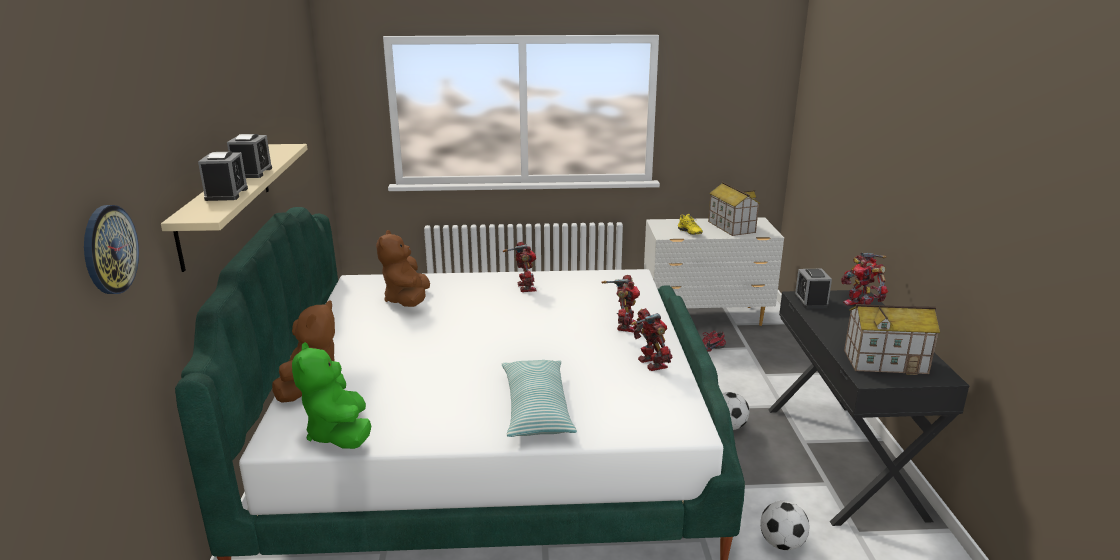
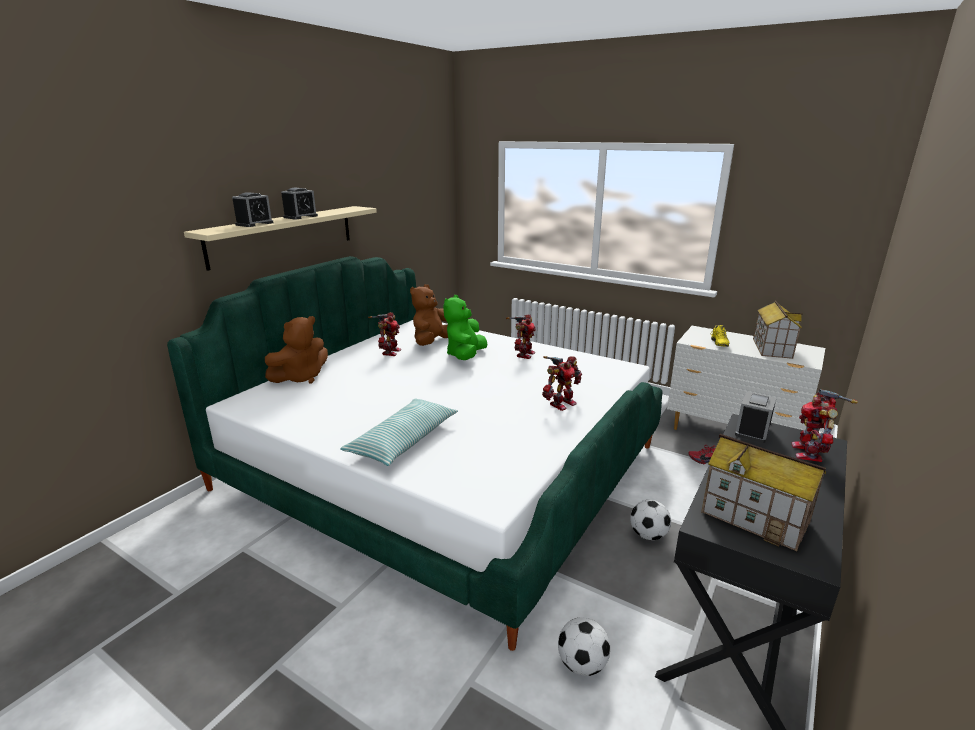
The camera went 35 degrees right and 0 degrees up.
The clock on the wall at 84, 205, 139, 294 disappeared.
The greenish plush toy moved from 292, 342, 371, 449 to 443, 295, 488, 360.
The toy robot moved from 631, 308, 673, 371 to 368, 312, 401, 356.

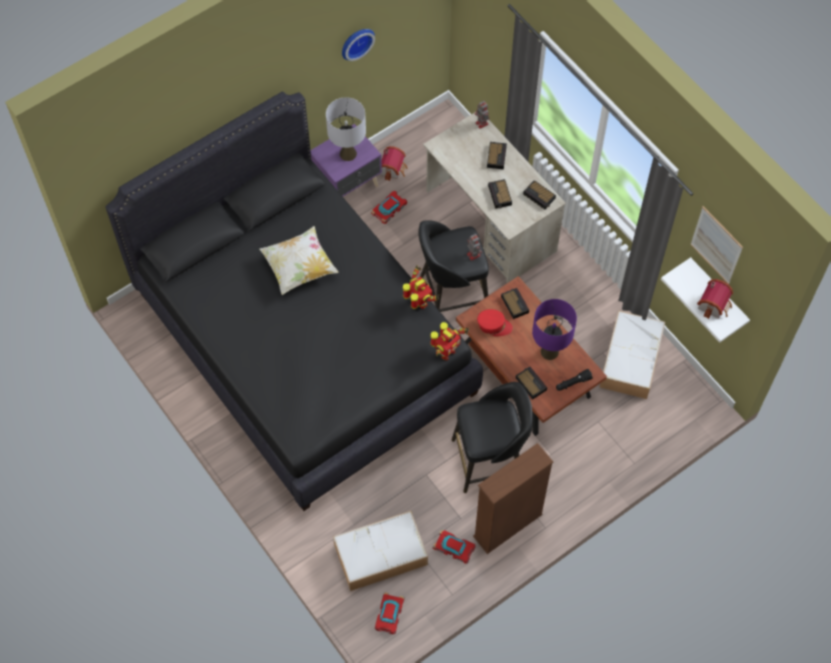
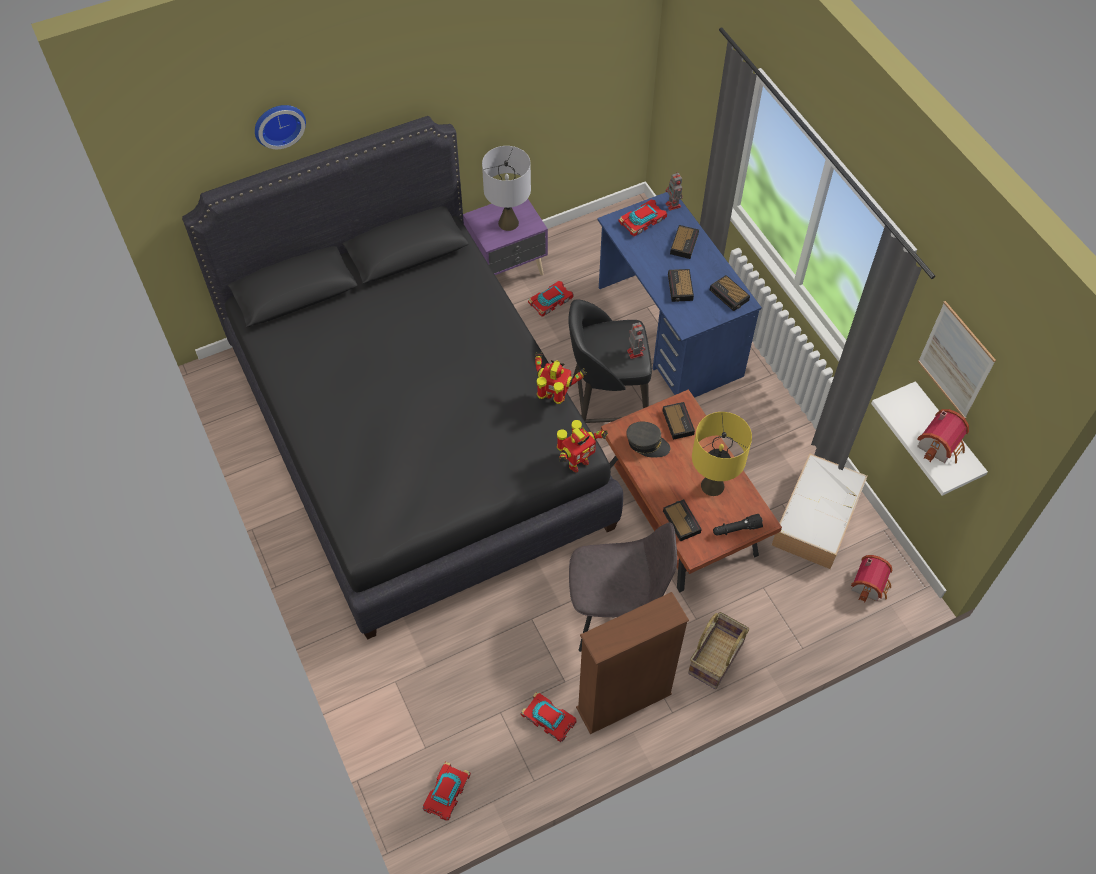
The camera went 10 degrees right and 5 degrees down.
The cushion at 259, 226, 338, 295 disappeared.
The storage container at 333, 511, 428, 591 disappeared.
The toy car at 618, 200, 667, 237 appeared.
The storage basket at 688, 612, 749, 689 appeared.
The clock on the wall moved from 342, 29, 375, 61 to 255, 105, 306, 149.
The miniature house moved from 380, 146, 408, 181 to 851, 555, 892, 602.
The black sitting stool at 452, 382, 533, 493 was replaced by the grey upright chair at 569, 522, 677, 652.
The beige-coloured desk unit at 423, 112, 566, 283 became the blue-coloured desk unit at 597, 192, 762, 398.
The reddish cap at 477, 309, 513, 336 became the grey cap at 626, 422, 670, 457.
The purple-coloured tabletop lamp at 532, 299, 577, 360 became the yellow-coloured tabletop lamp at 692, 412, 752, 496.
The toy robot at 403, 265, 439, 309 turned 45 degrees counterclockwise.

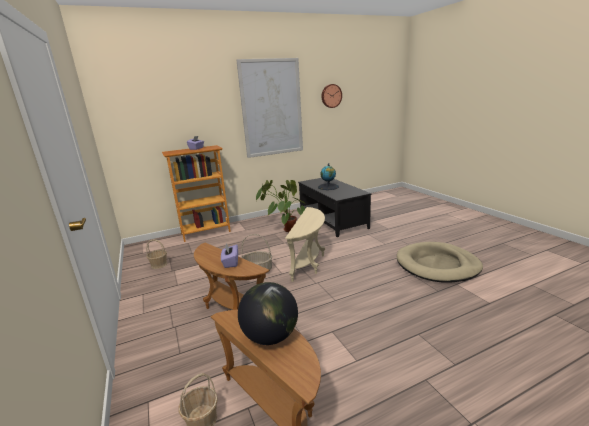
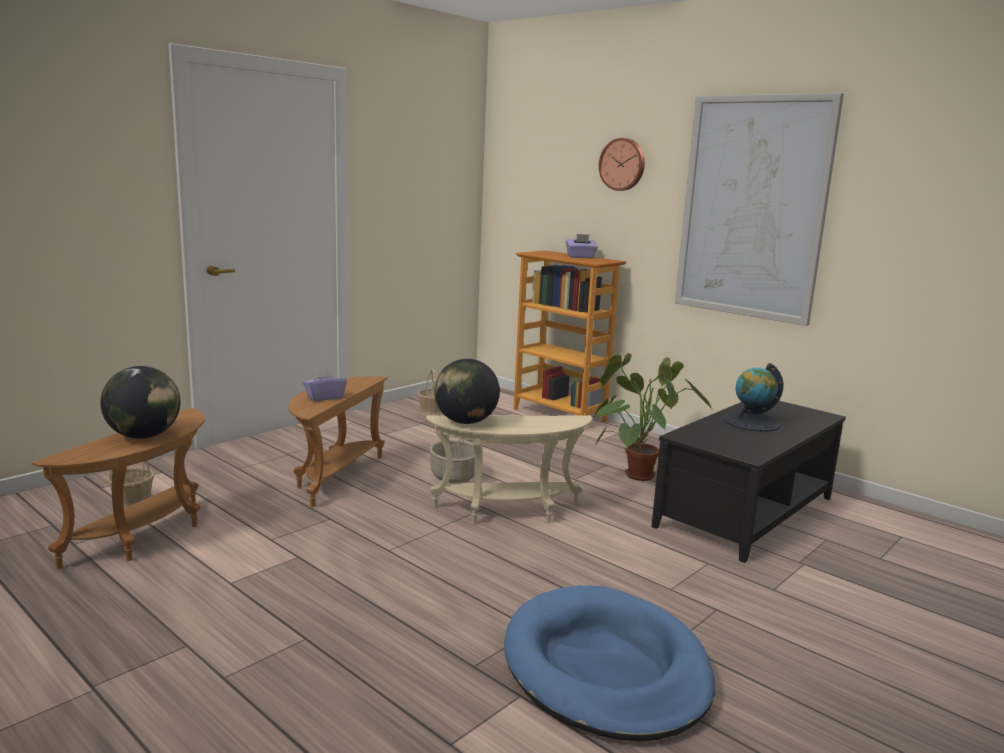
The camera went 65 degrees right and 5 degrees down.
The world globe at 434, 359, 500, 424 appeared.
The clock on the wall moved from 322, 84, 342, 108 to 599, 138, 645, 191.
The beige-coloured dog cushion at 397, 242, 483, 283 became the blue-coloured dog cushion at 504, 585, 715, 741.

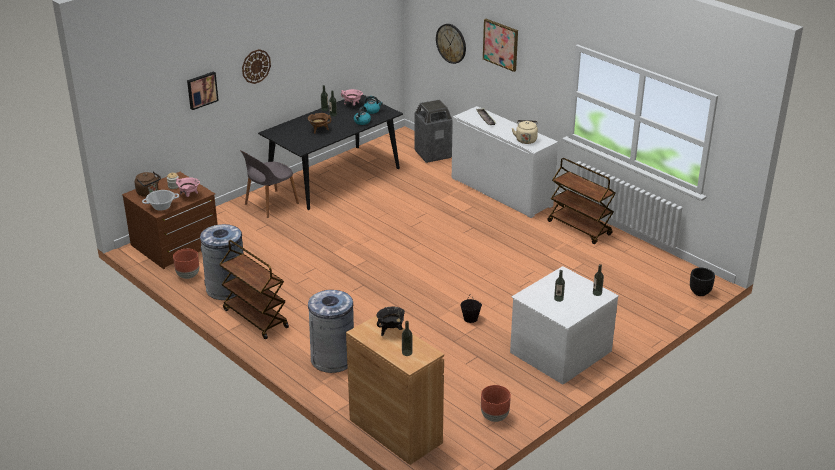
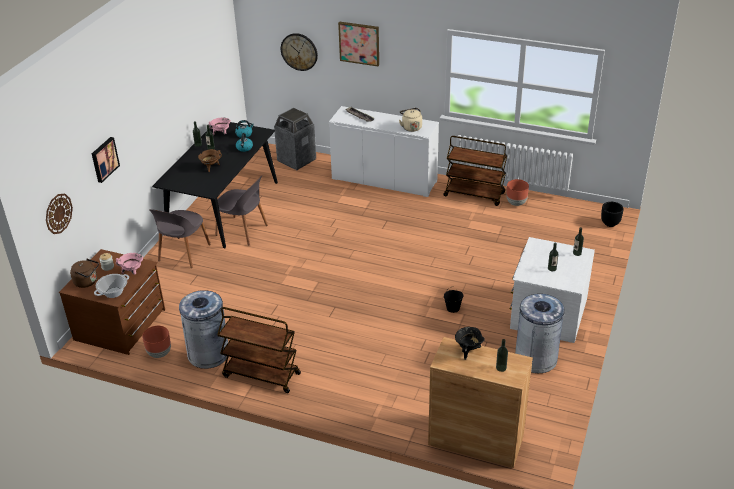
The camera went 25 degrees left and 5 degrees up.
The grey upright chair at 215, 175, 268, 245 appeared.
The clock on the wall moved from 242, 49, 271, 84 to 46, 194, 73, 234.
The grey waste bin moved from 308, 290, 354, 373 to 515, 294, 565, 373.
The brownish planter moved from 481, 385, 511, 422 to 506, 179, 529, 206.

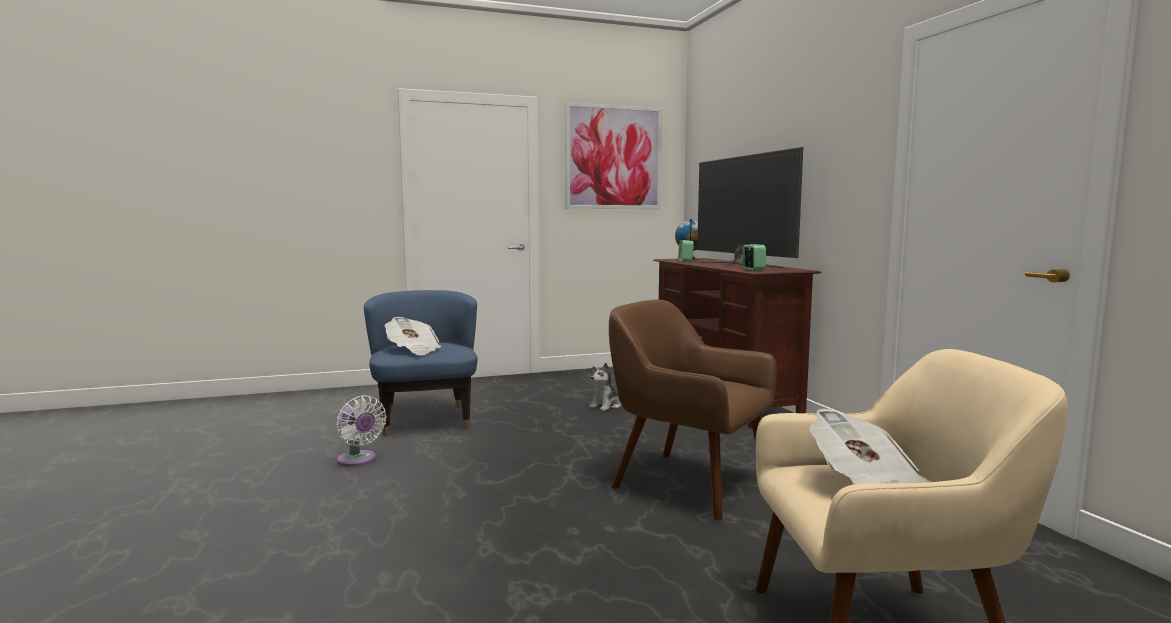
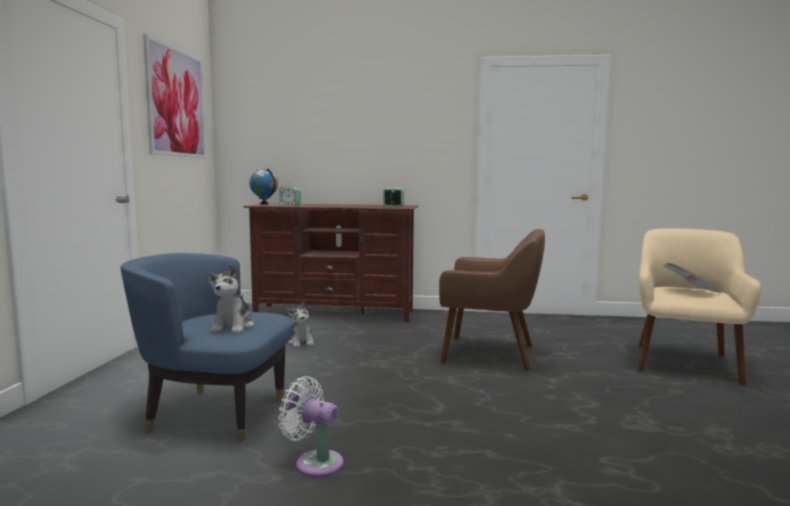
The camera went 65 degrees left and 0 degrees up.
The TV at 697, 147, 803, 268 disappeared.
The newspaper at 384, 317, 441, 355 was replaced by the plush toy at 207, 264, 254, 333.
The white fan at 336, 395, 387, 466 turned 135 degrees counterclockwise.
The brownish lounge chair at 609, 300, 777, 521 turned 135 degrees counterclockwise.

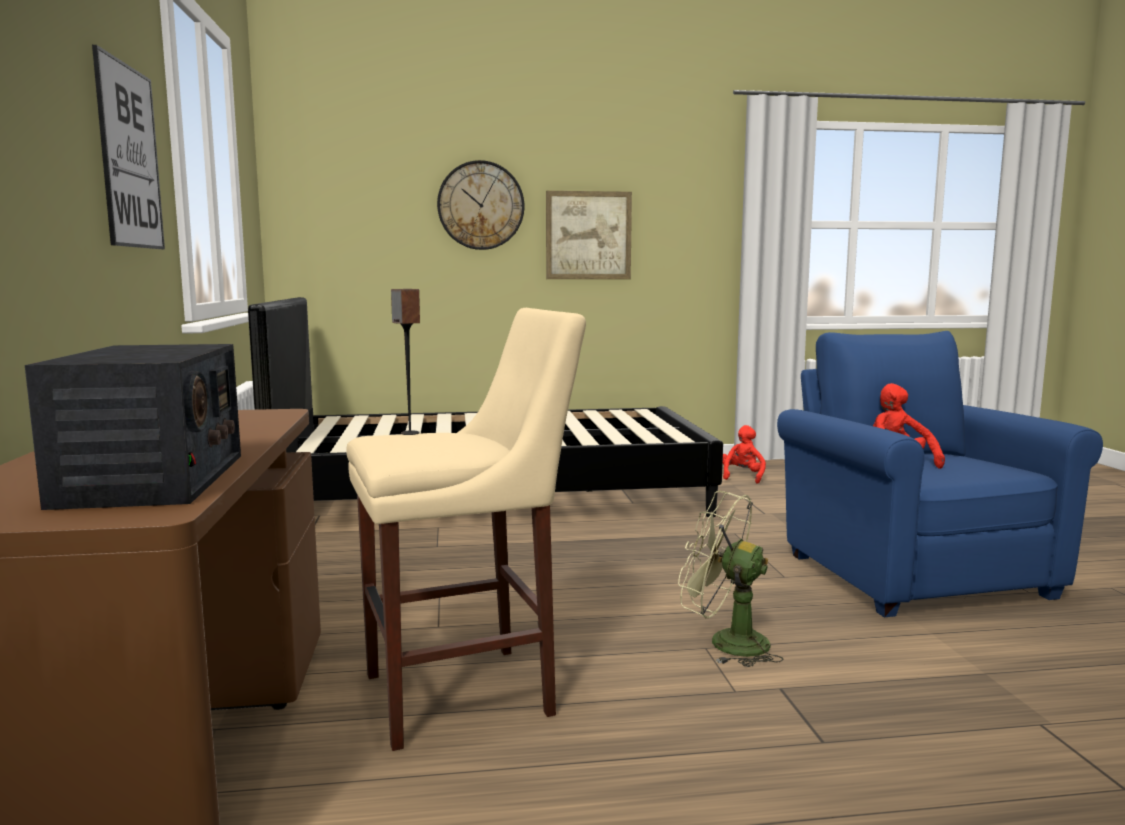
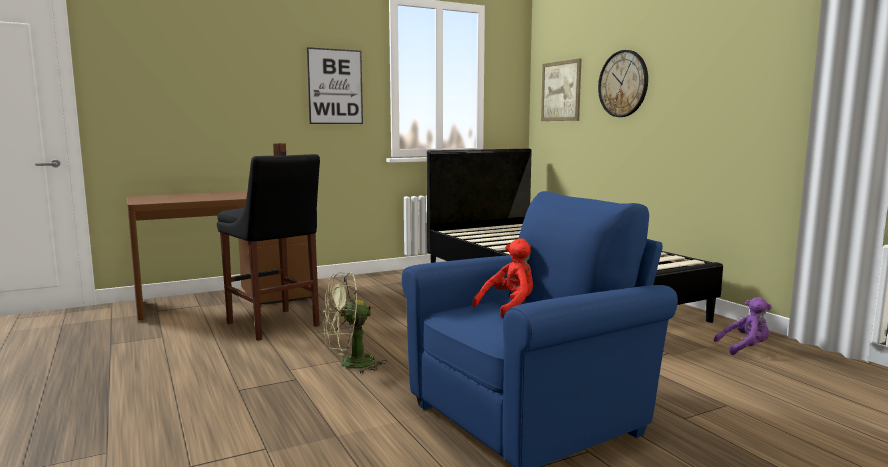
The camera went 70 degrees right and 0 degrees up.
The radio at 25, 344, 241, 510 disappeared.
The picture moved from 546, 191, 632, 279 to 541, 58, 581, 121.
The beige-coloured sitting stool at 346, 308, 586, 751 became the black sitting stool at 217, 154, 320, 341.
The reddish plush toy at 723, 425, 766, 484 became the purple-coloured plush toy at 714, 297, 772, 355.
The greenish fan at 678, 491, 783, 667 turned 120 degrees counterclockwise.

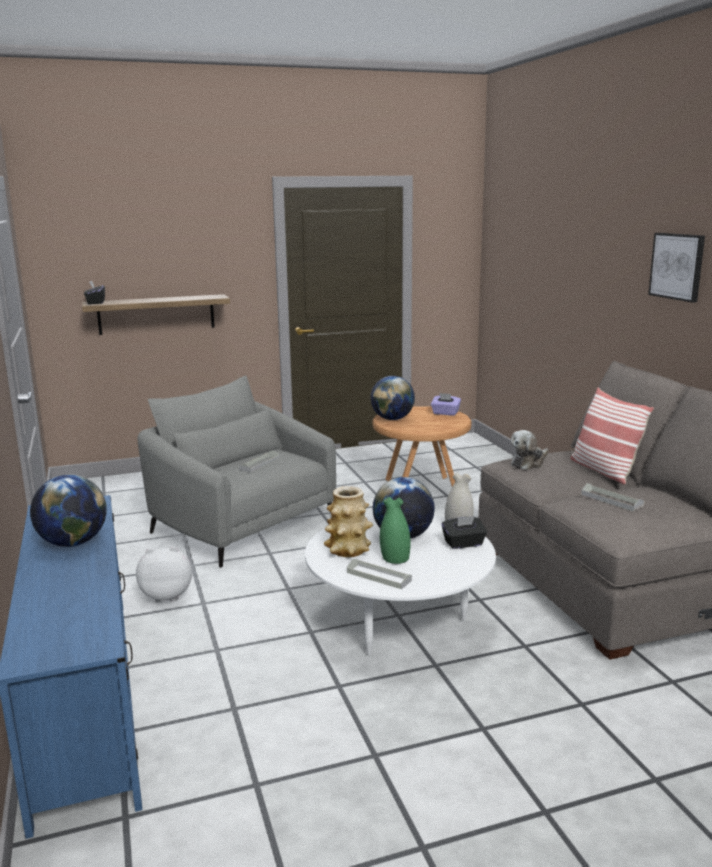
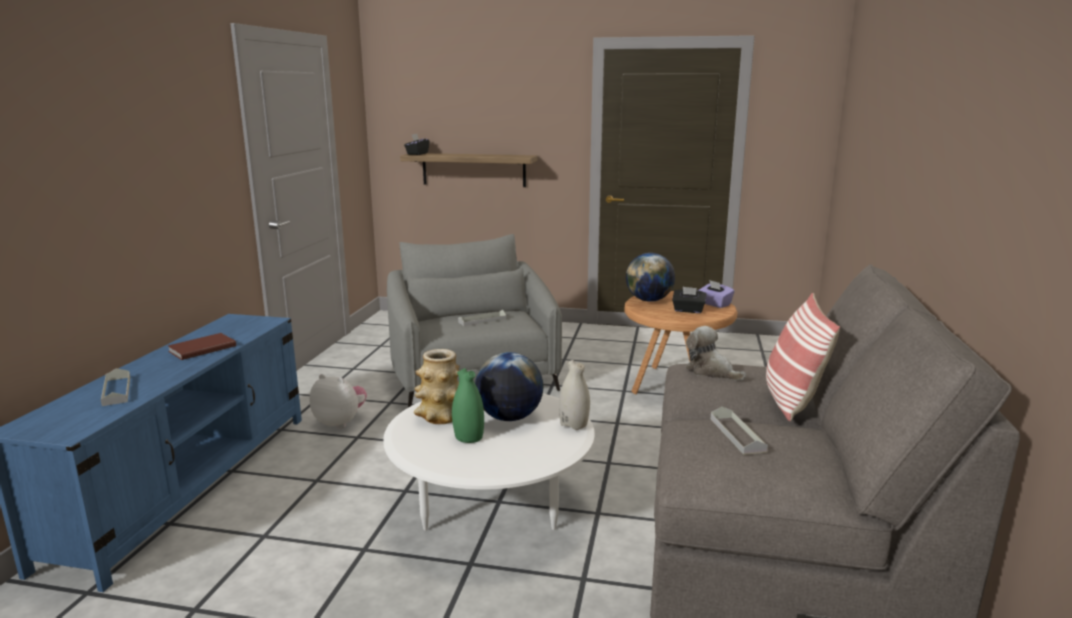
The camera went 30 degrees right and 0 degrees up.
The picture at 648, 233, 705, 303 disappeared.
The grey tray moved from 347, 559, 412, 589 to 100, 368, 130, 406.
The black box of tissues moved from 442, 516, 487, 549 to 672, 287, 707, 313.
The world globe at 30, 475, 106, 547 was replaced by the brownish book at 168, 333, 236, 360.
The plush toy at 510, 430, 549, 470 turned 60 degrees clockwise.

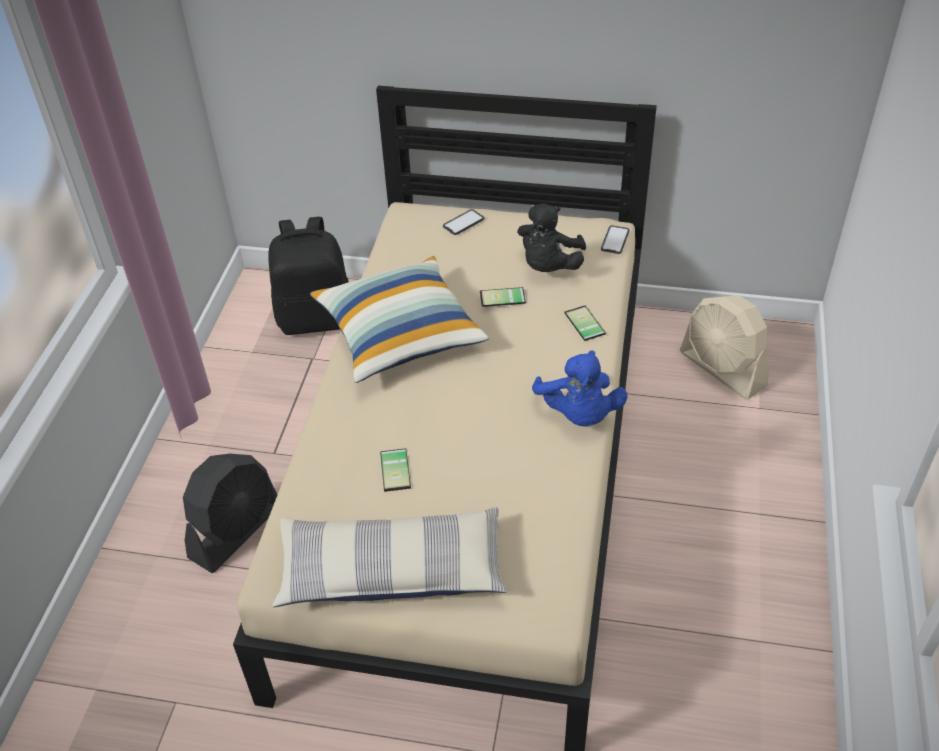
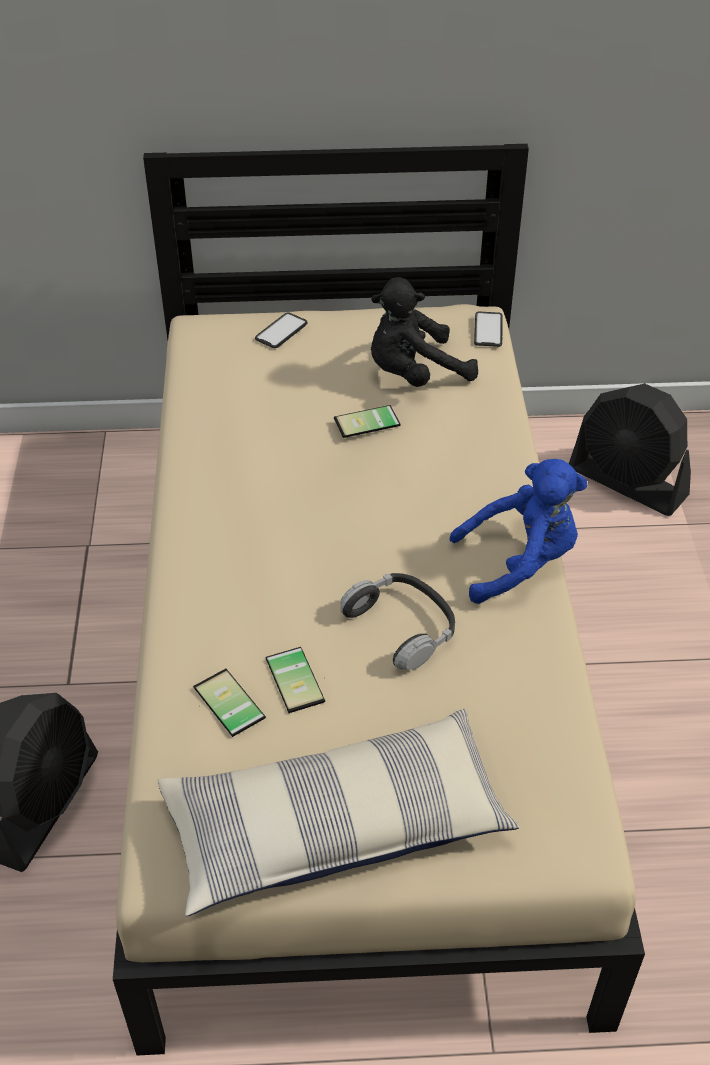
The camera went 15 degrees left and 0 degrees up.
The black rucksack at 268, 217, 349, 335 disappeared.
The cushion at 310, 256, 489, 383 disappeared.
The headset at 340, 573, 455, 670 appeared.
The telephone moved from 564, 306, 606, 341 to 193, 669, 266, 737.
The beige-coloured fan at 680, 295, 769, 400 became the black fan at 569, 383, 691, 516.
The black plush toy at 517, 203, 586, 272 turned 60 degrees clockwise.
The blue-coloured plush toy at 532, 351, 628, 427 turned 75 degrees counterclockwise.

